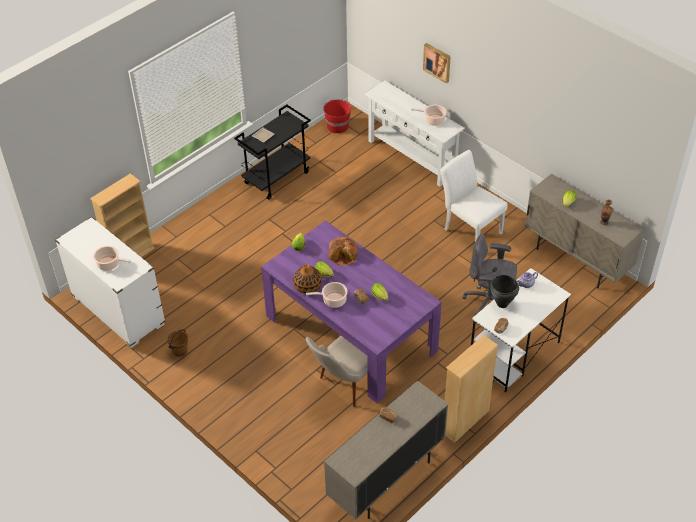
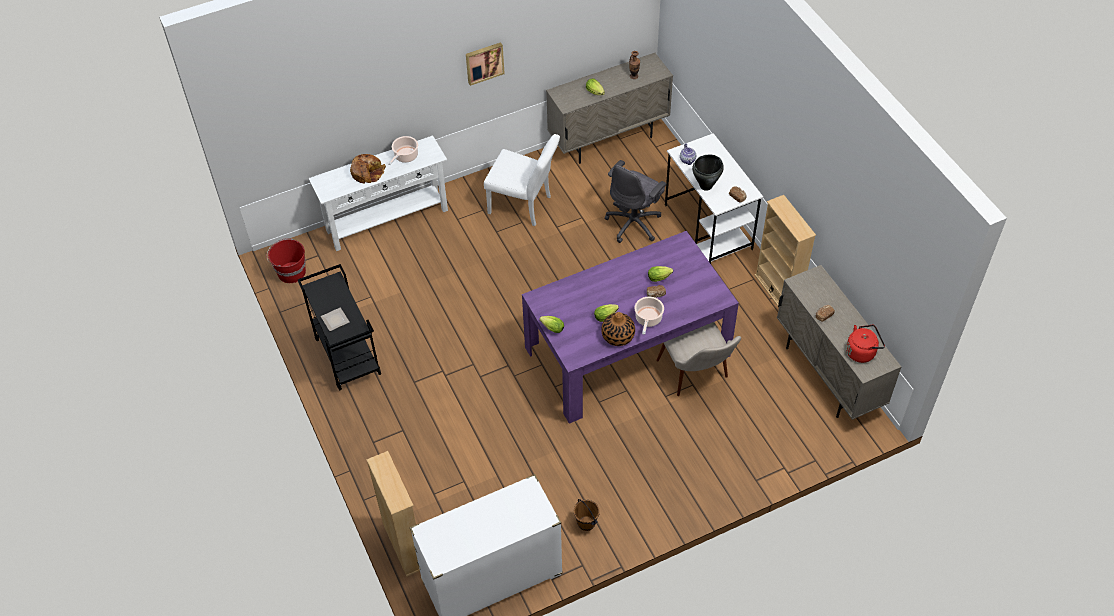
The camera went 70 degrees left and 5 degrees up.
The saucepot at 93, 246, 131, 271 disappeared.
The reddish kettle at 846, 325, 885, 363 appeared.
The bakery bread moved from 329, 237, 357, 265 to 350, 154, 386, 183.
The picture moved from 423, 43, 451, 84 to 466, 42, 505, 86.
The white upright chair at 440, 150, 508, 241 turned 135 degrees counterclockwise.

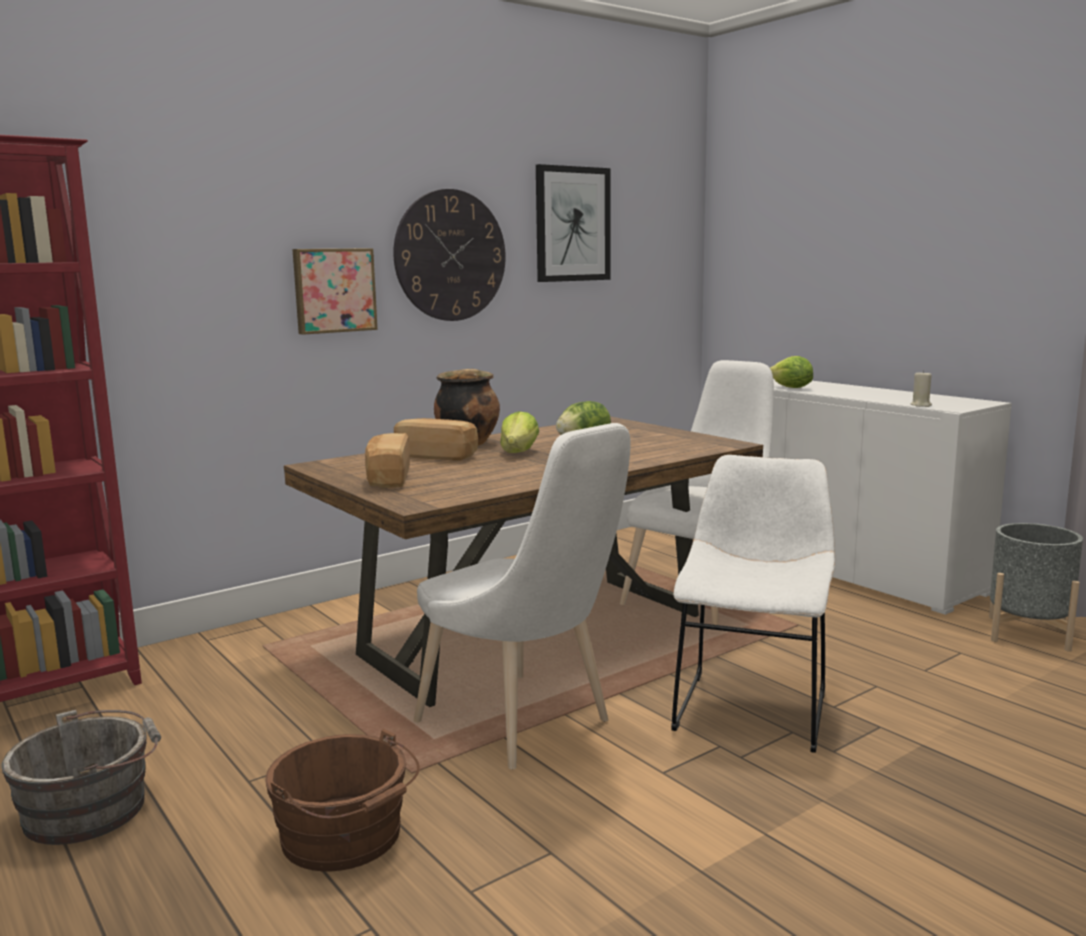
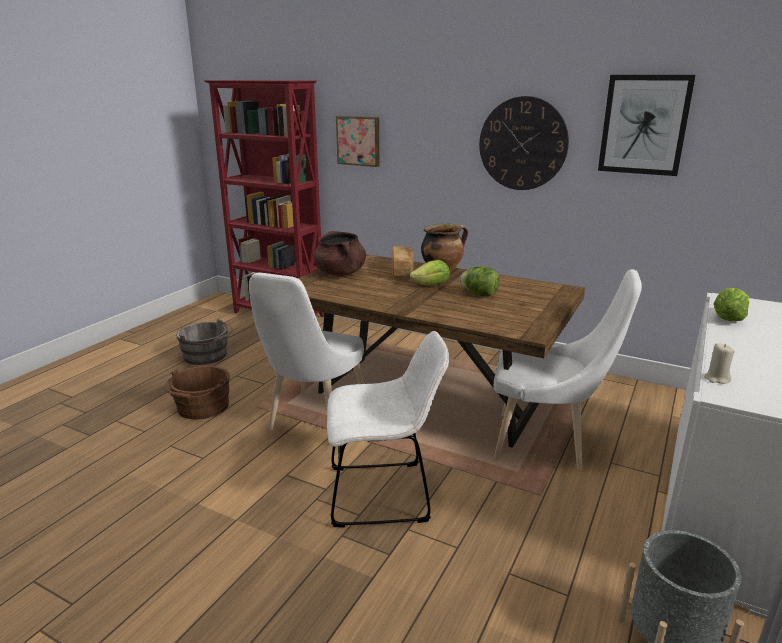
The camera went 65 degrees right and 10 degrees up.
The picture moved from 293, 248, 378, 335 to 336, 116, 379, 167.
The bakery bread at 365, 433, 410, 488 was replaced by the brownish saucepot at 314, 231, 366, 276.

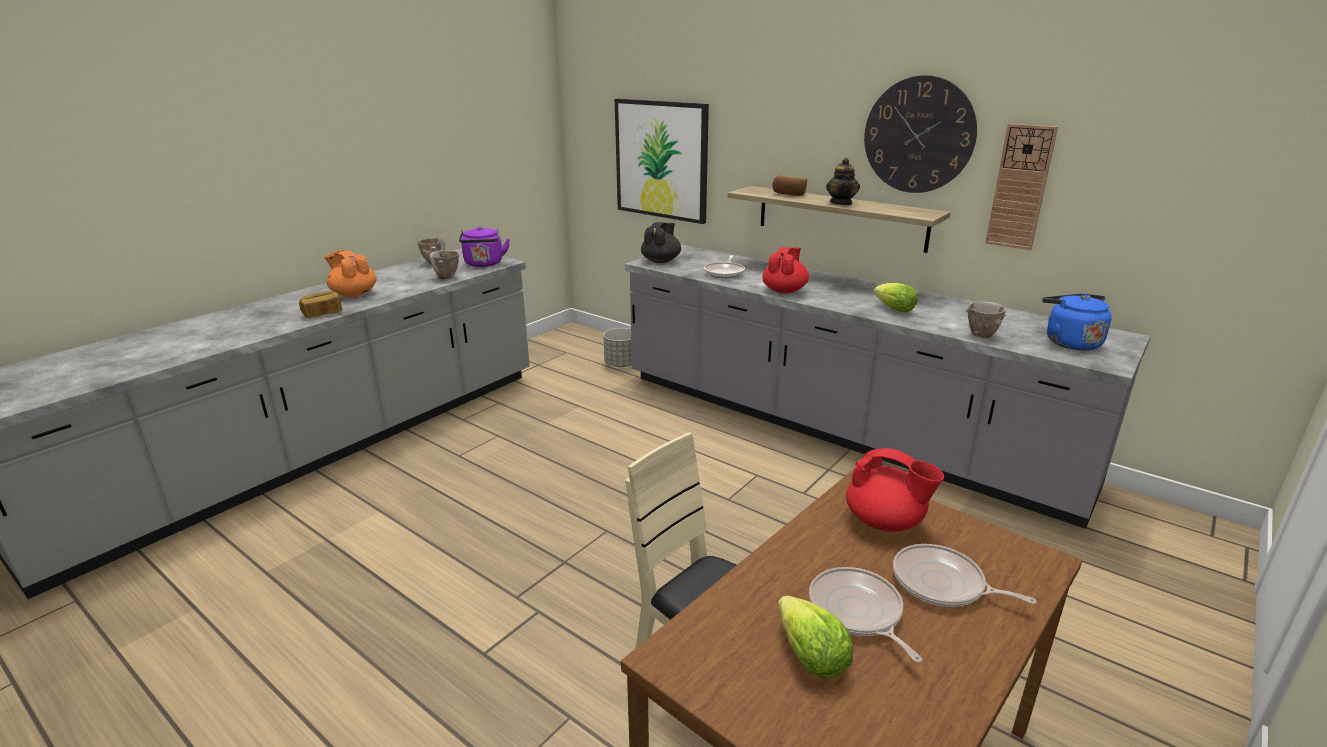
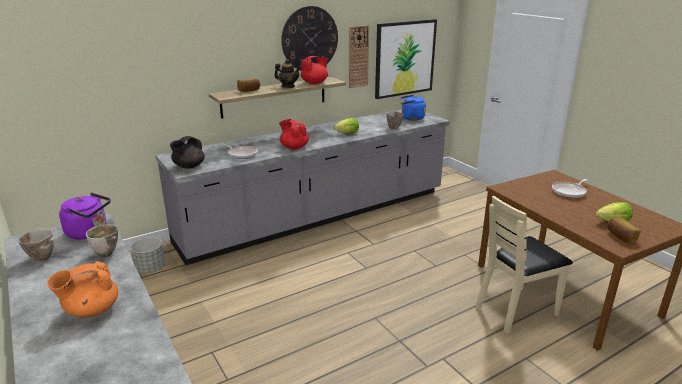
The camera went 70 degrees left and 0 degrees up.
The pan at 809, 567, 922, 663 disappeared.
The bakery bread moved from 299, 291, 342, 318 to 607, 217, 641, 243.
The picture moved from 615, 99, 709, 224 to 375, 19, 437, 99.
The reddish pot for tea moved from 846, 448, 944, 532 to 301, 56, 328, 84.
The black pot for tea at 641, 222, 681, 263 turned 105 degrees counterclockwise.

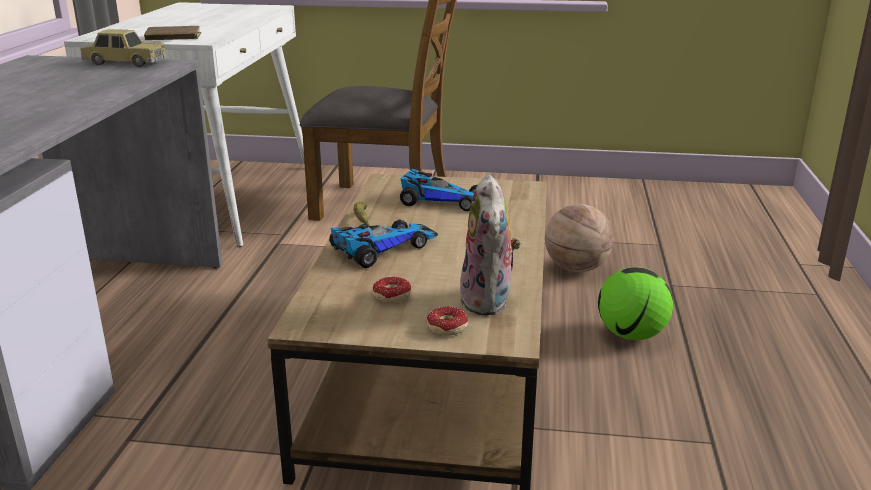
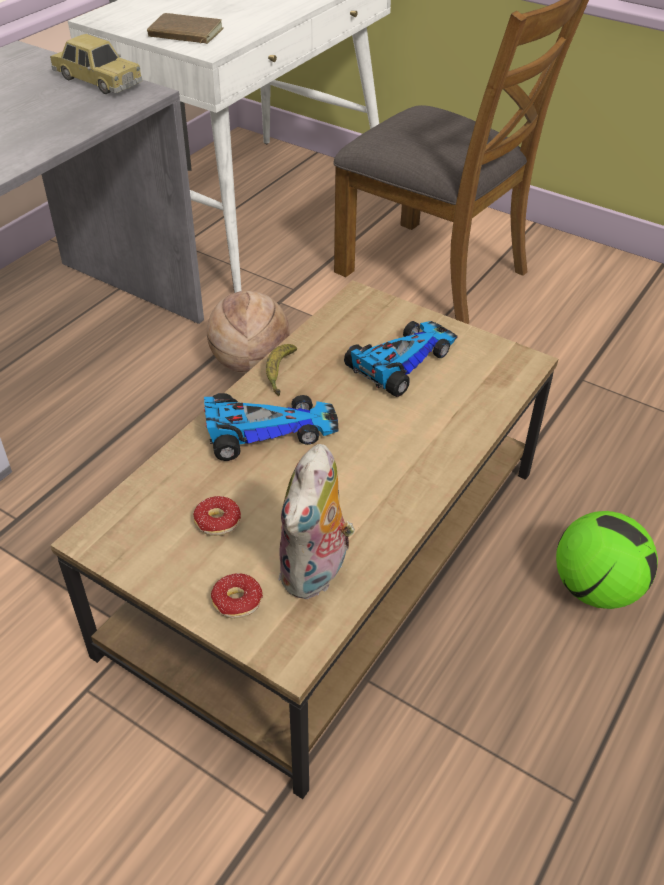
The camera went 25 degrees right and 20 degrees up.
The ball for basketball moved from 545, 204, 614, 272 to 207, 291, 290, 374.
The toy car at 400, 169, 478, 211 turned 90 degrees counterclockwise.

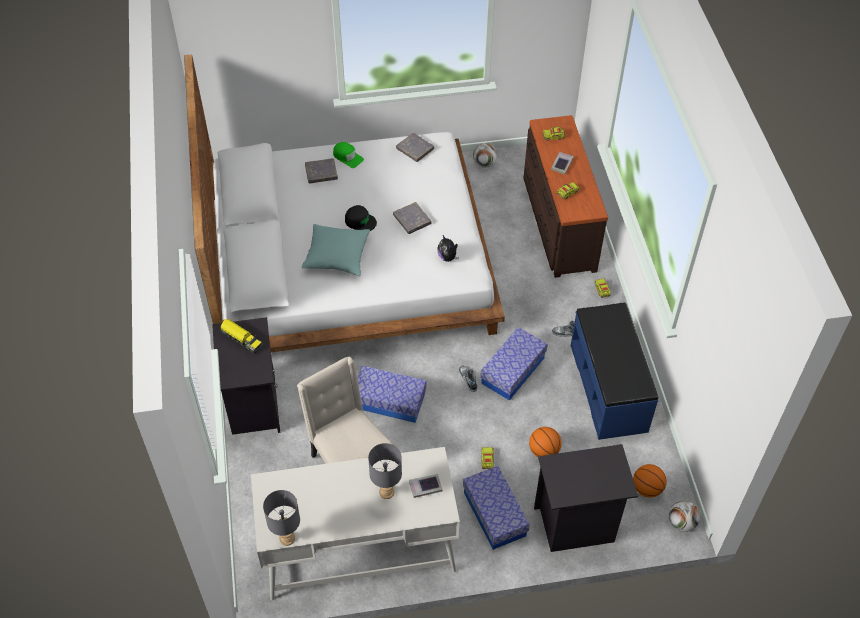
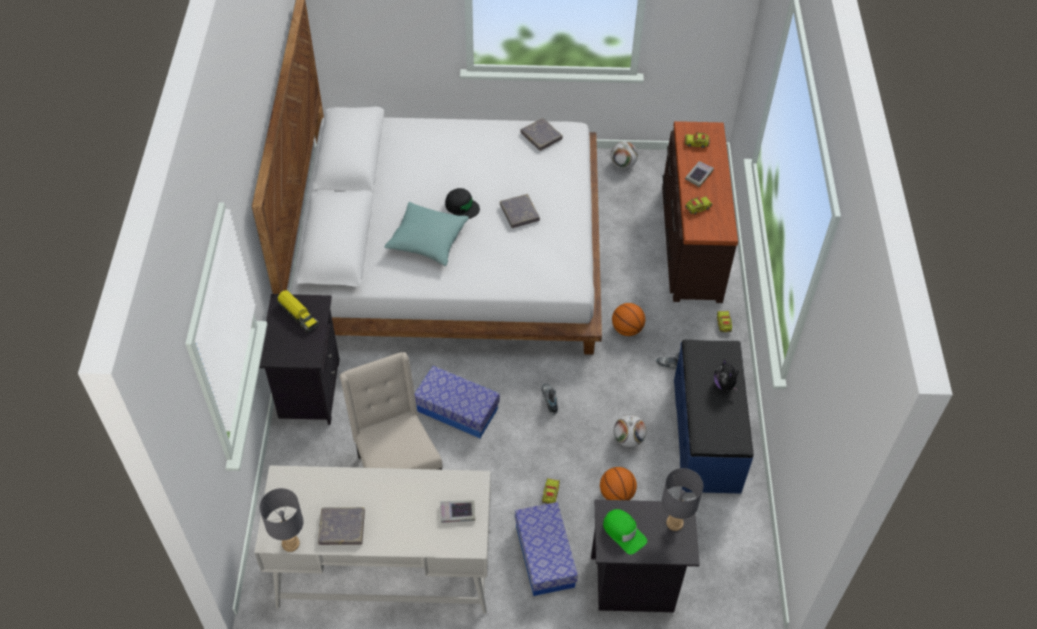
The camera went 10 degrees right and 0 degrees up.
The storage container at 480, 327, 548, 400 disappeared.
The grey book moved from 305, 158, 338, 183 to 318, 507, 365, 545.
The greenish cap moved from 333, 142, 364, 168 to 603, 509, 647, 555.
The grey tabletop lamp moved from 368, 443, 402, 499 to 662, 468, 703, 531.
The plush toy moved from 437, 235, 459, 262 to 714, 359, 739, 391.
The ball for basketball moved from 633, 464, 667, 498 to 612, 303, 645, 336.
The football ball moved from 669, 501, 700, 532 to 614, 415, 646, 447.

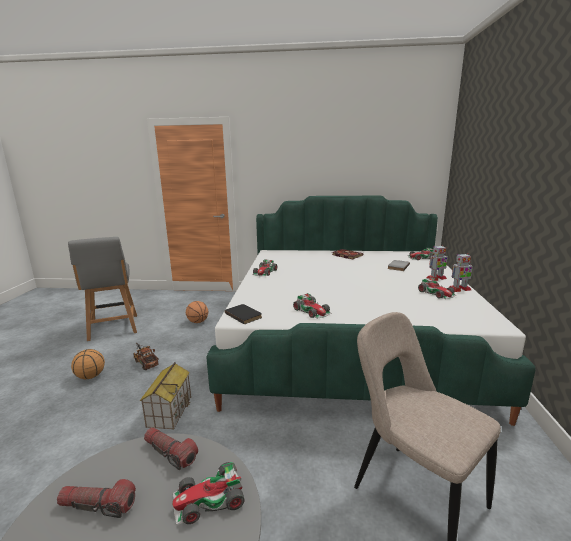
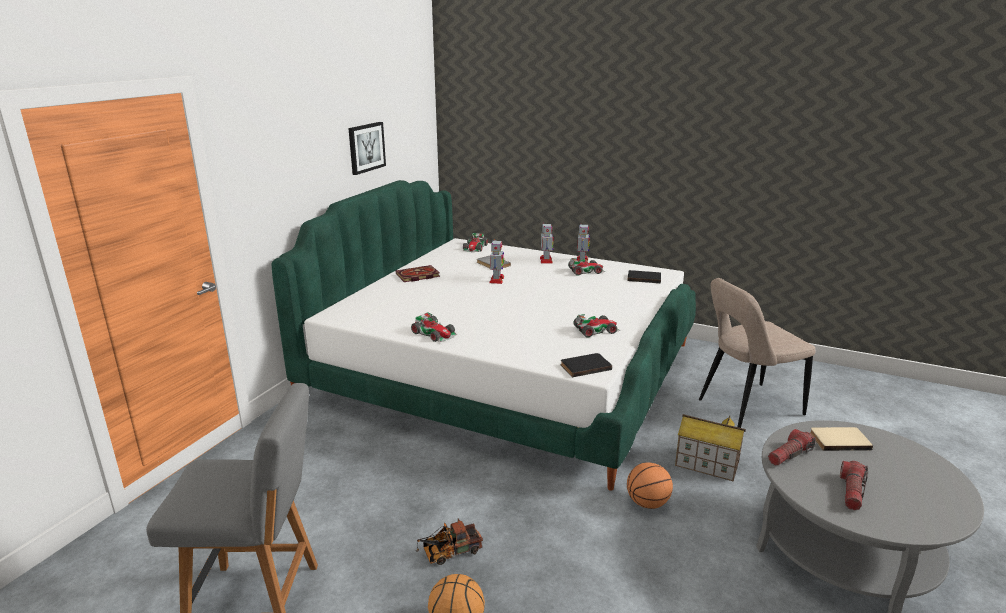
The camera went 70 degrees left and 5 degrees up.
The picture at 348, 122, 386, 175 appeared.
The toy robot at 489, 239, 504, 284 appeared.
The black book at 627, 270, 661, 283 appeared.
The miniature house moved from 140, 362, 191, 429 to 675, 414, 746, 482.
The ball for basketball moved from 186, 301, 208, 323 to 627, 462, 673, 509.
The toy car at 172, 462, 245, 525 was replaced by the beige-coloured book at 810, 427, 873, 451.

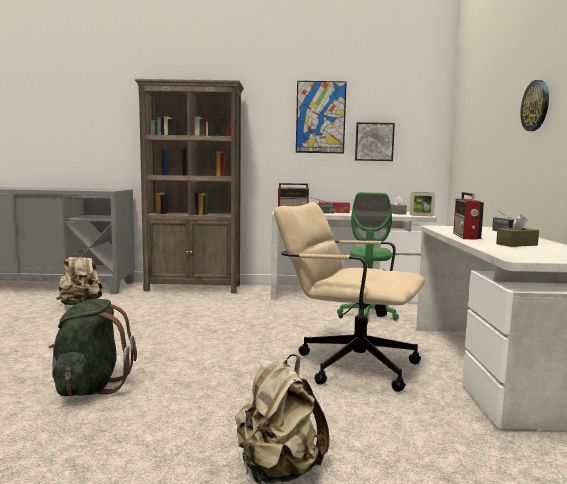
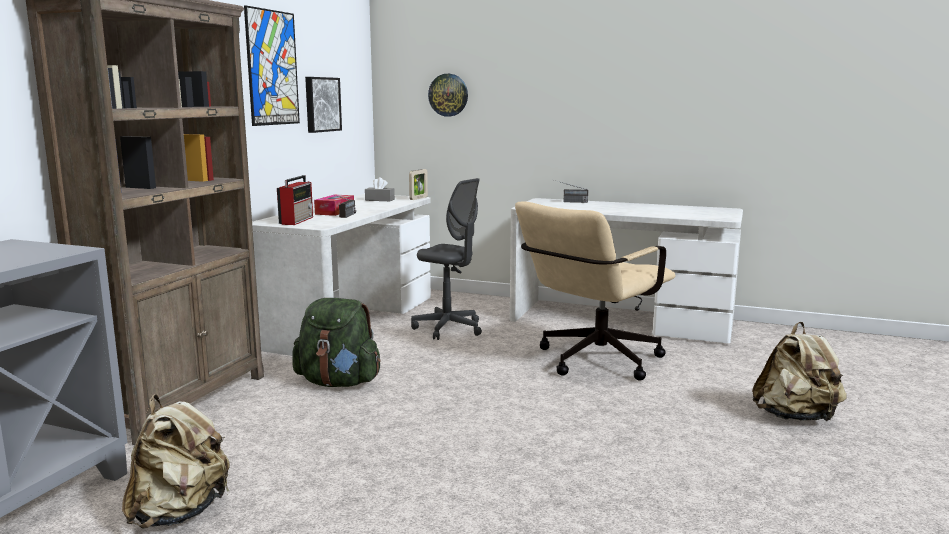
The camera went 70 degrees left and 5 degrees up.
The radio at 453, 192, 484, 240 disappeared.
The brownish box of tissues at 496, 214, 539, 247 disappeared.
The greenish rucksack moved from 49, 299, 137, 396 to 292, 298, 381, 387.
The clock on the wall moved from 520, 80, 549, 131 to 428, 74, 468, 117.
The greenish computer chair at 337, 192, 399, 324 became the grey computer chair at 411, 178, 482, 340.

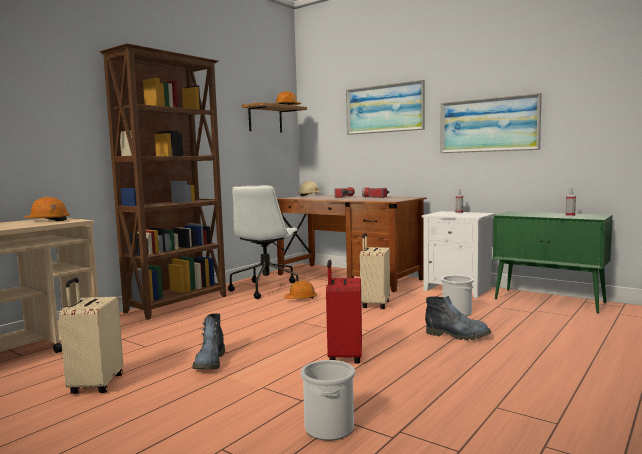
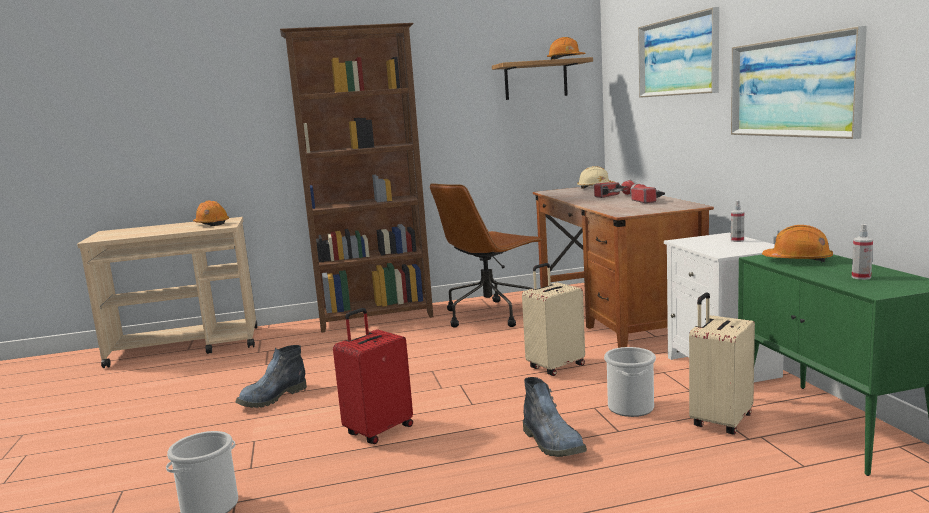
The camera went 40 degrees right and 5 degrees up.
The beige-coloured piece of luggage moved from 59, 278, 123, 394 to 689, 292, 755, 435.
The orange safety helmet moved from 284, 281, 317, 299 to 762, 225, 833, 262.
The white computer chair at 228, 185, 299, 299 became the brownish computer chair at 430, 183, 543, 328.

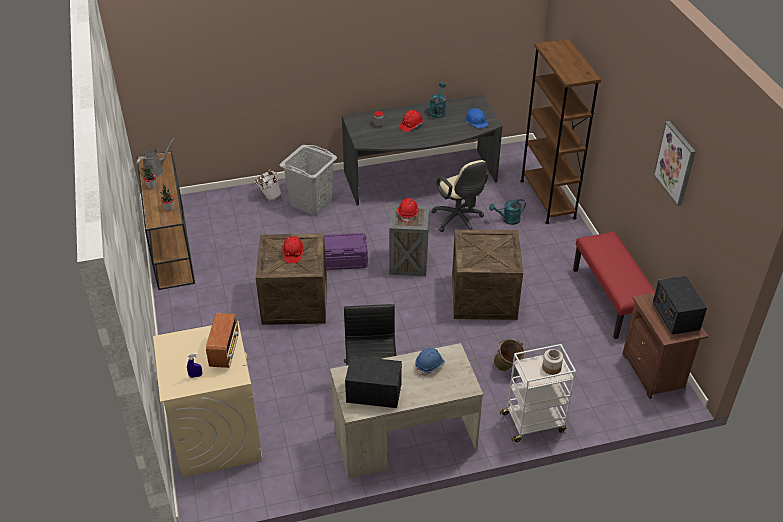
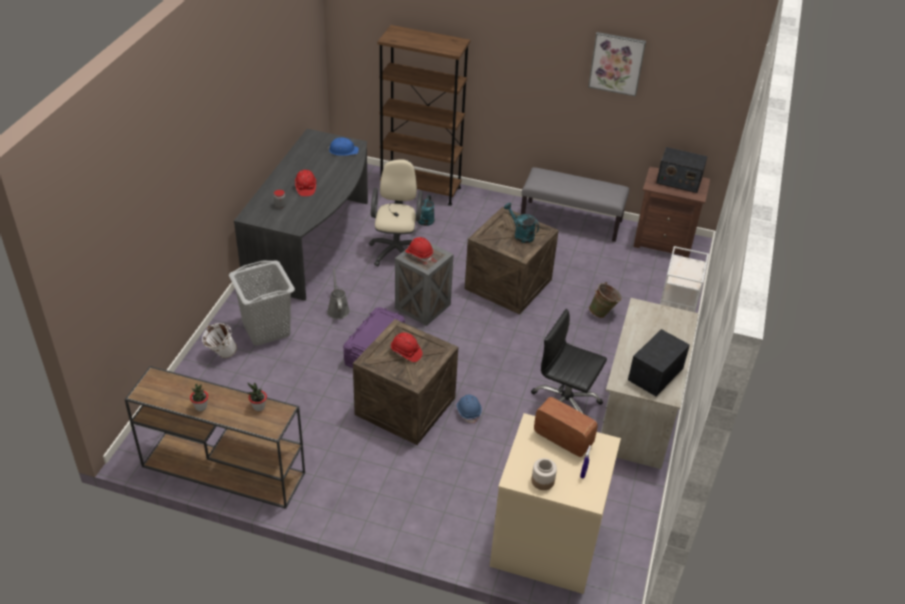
The camera went 60 degrees left and 0 degrees up.
The grey watering can moved from 136, 138, 175, 177 to 327, 269, 350, 319.
The blue-coloured safety helmet moved from 415, 348, 445, 376 to 456, 394, 482, 423.
The blue-green watering can moved from 429, 83, 446, 118 to 504, 203, 539, 243.
The jar moved from 542, 349, 563, 375 to 531, 458, 557, 490.
The reddish indoor bench at 573, 232, 655, 339 became the grey indoor bench at 521, 167, 629, 242.
The beige-coloured computer chair at 431, 160, 488, 232 turned 90 degrees counterclockwise.

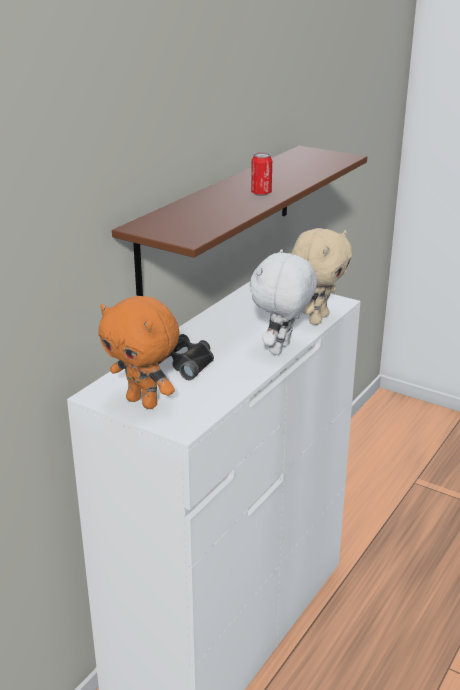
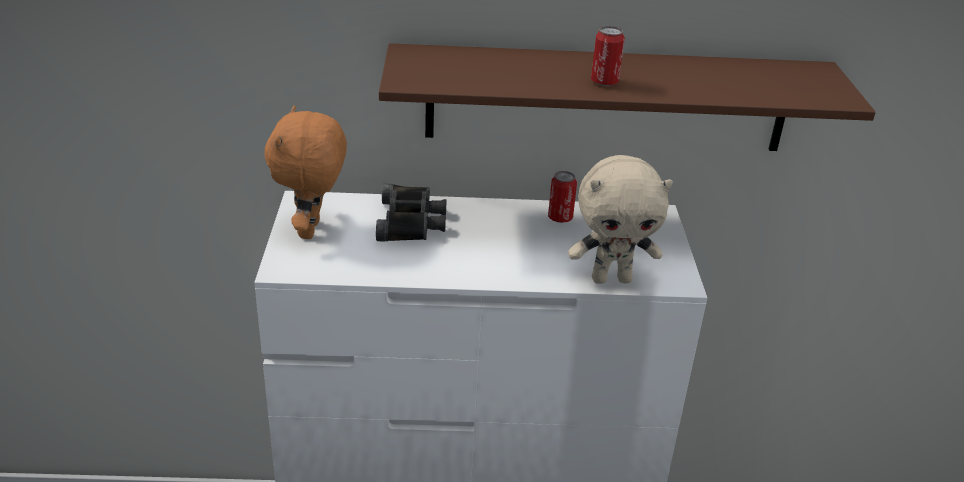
The camera went 55 degrees right and 5 degrees up.
The white plush toy at 250, 249, 317, 355 disappeared.
The sealed can at 548, 171, 577, 223 appeared.

